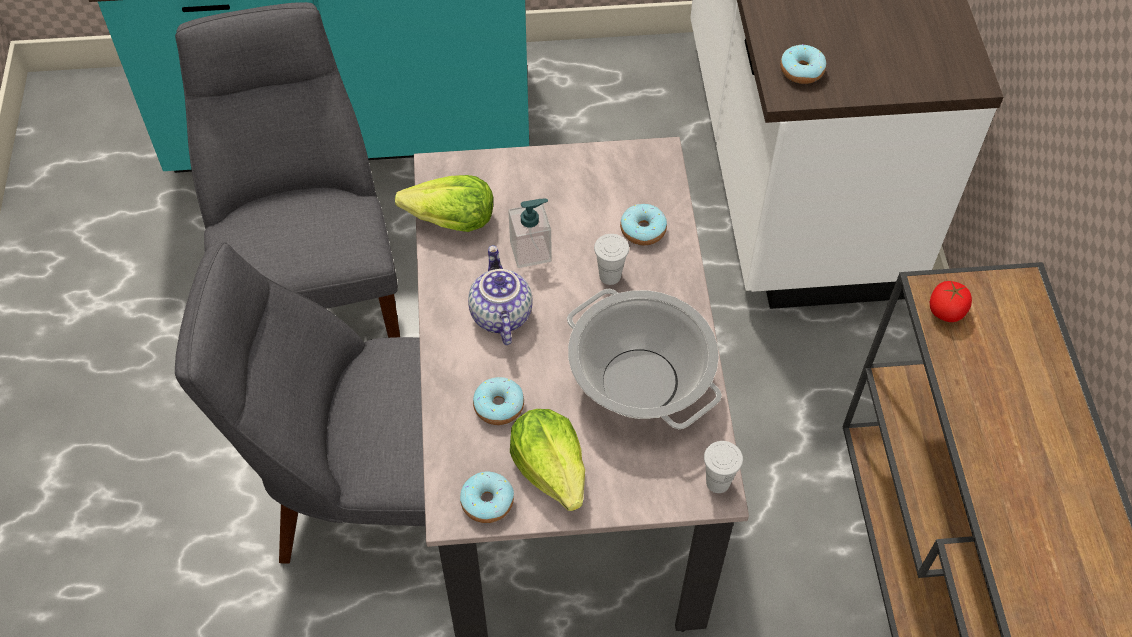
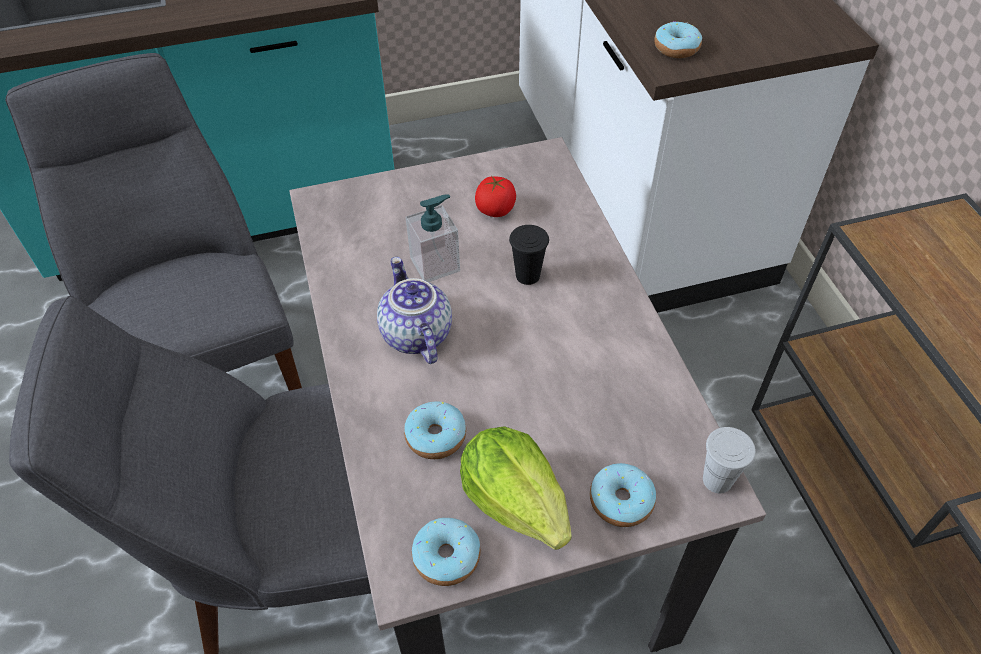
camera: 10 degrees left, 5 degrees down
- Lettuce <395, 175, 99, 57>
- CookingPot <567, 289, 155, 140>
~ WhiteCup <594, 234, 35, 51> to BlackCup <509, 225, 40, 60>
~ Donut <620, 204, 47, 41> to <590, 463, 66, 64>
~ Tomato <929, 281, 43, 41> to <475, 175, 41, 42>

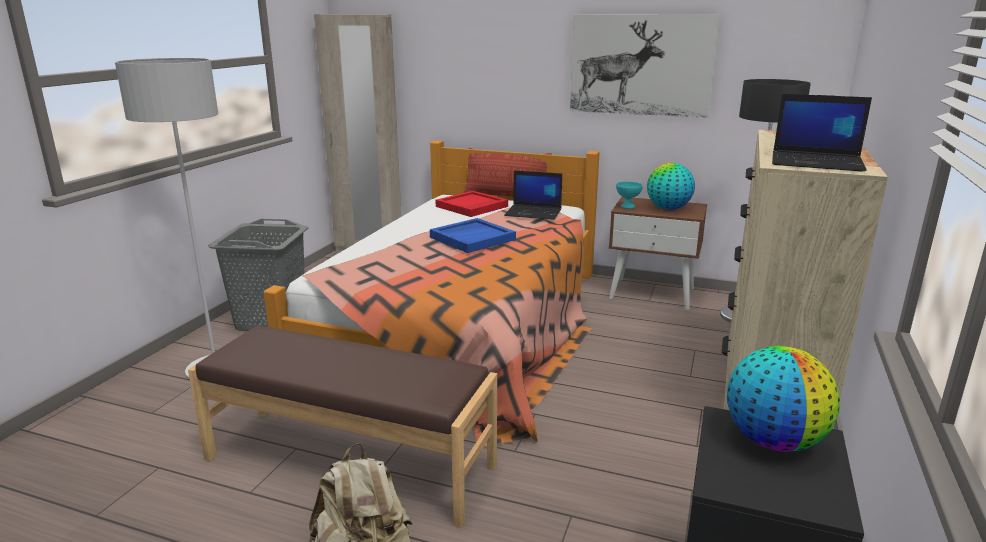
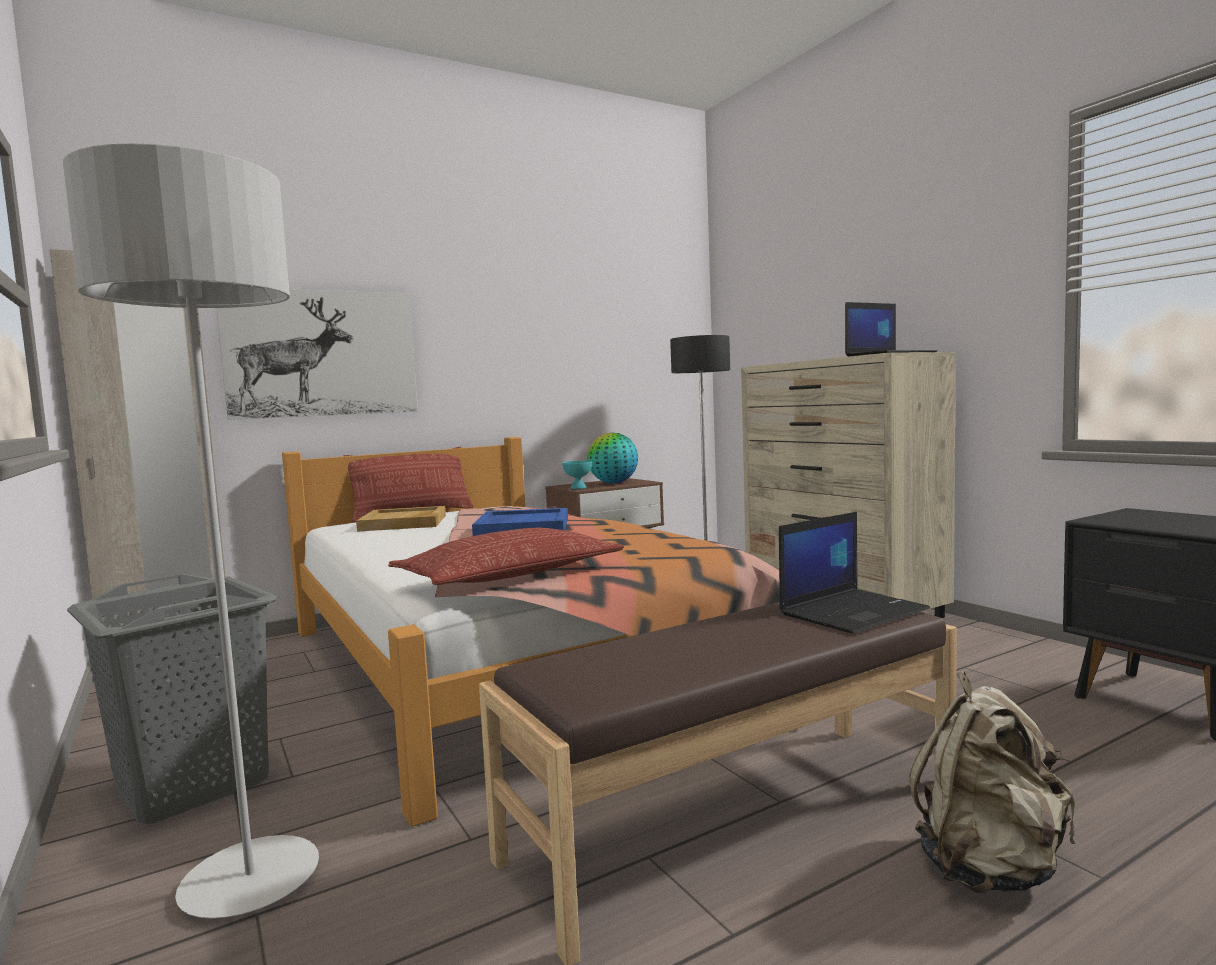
camera: 50 degrees left, 15 degrees down
~ RedTray <435, 191, 73, 26> to BeigeTray <356, 506, 90, 26>
~ Laptop <504, 171, 59, 49> to <779, 512, 151, 122>
~ Picture <570, 14, 150, 104> to <216, 289, 202, 131>
- Globe <727, 346, 113, 106>
+ Pillow <388, 528, 236, 57>

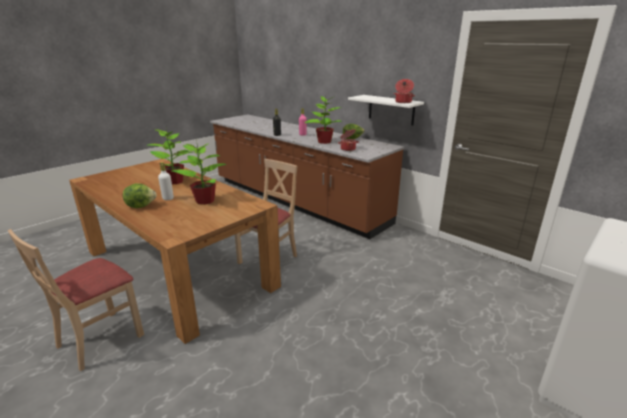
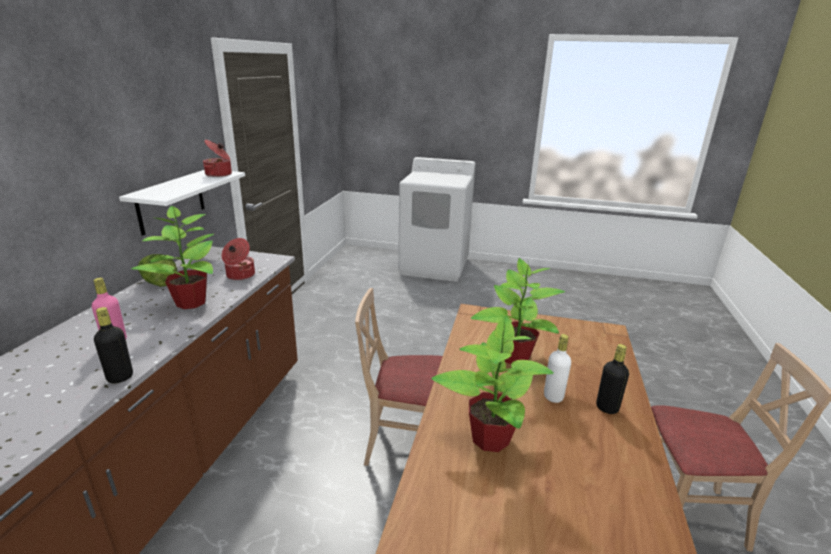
camera: 120 degrees left, 0 degrees up
~ Lettuce <123, 183, 34, 25> to BlackBottle <596, 344, 33, 70>

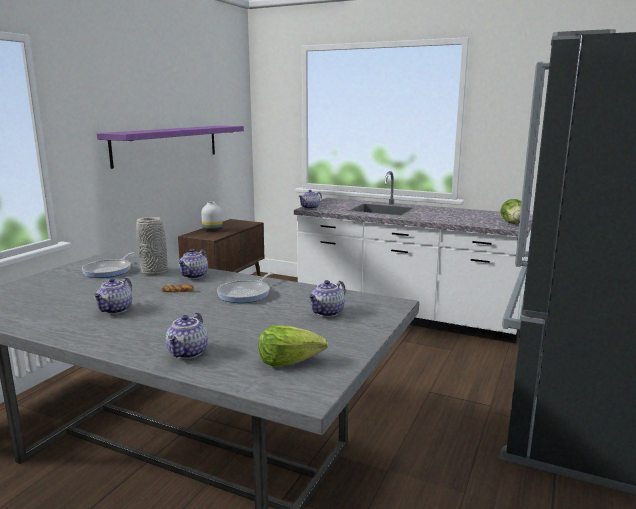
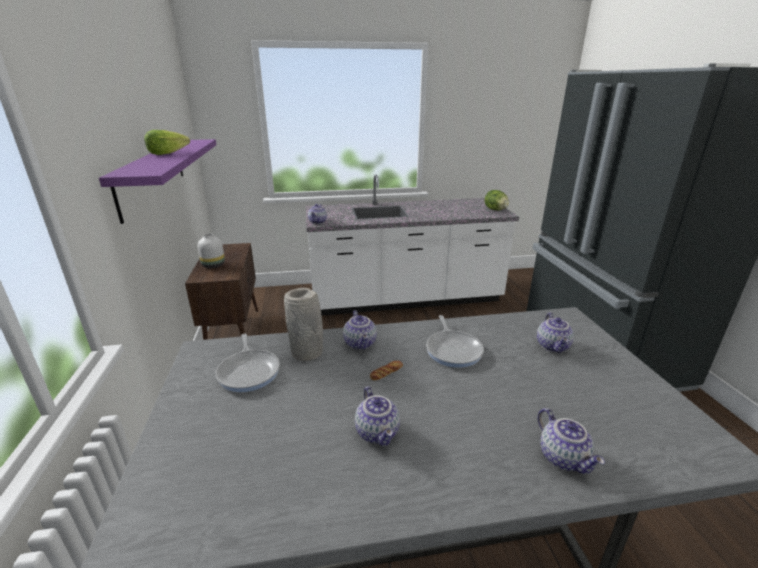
camera: 35 degrees left, 10 degrees up
~ Lettuce <259, 325, 69, 41> to <144, 130, 46, 25>

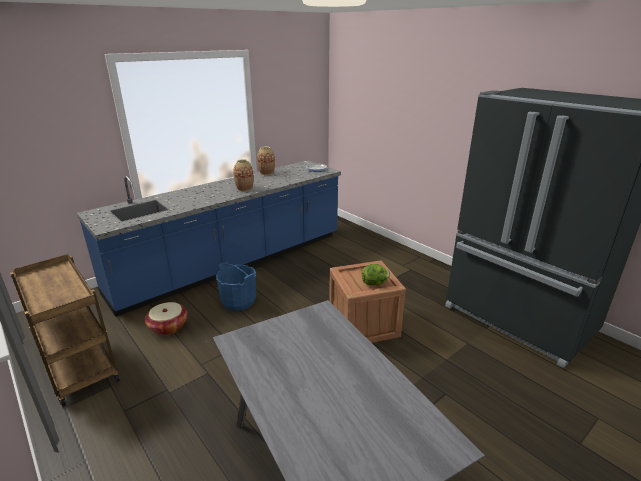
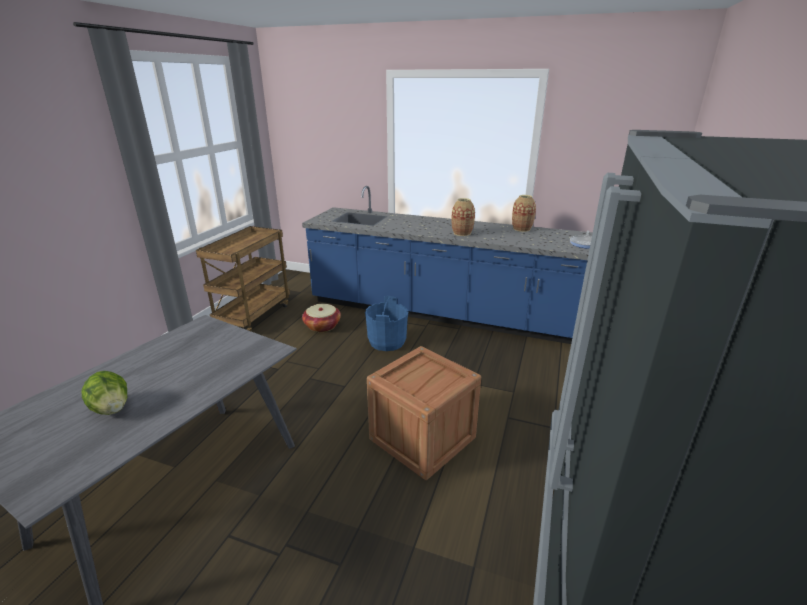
camera: 60 degrees right, 0 degrees up
~ Lettuce <362, 264, 28, 22> to <82, 371, 45, 44>

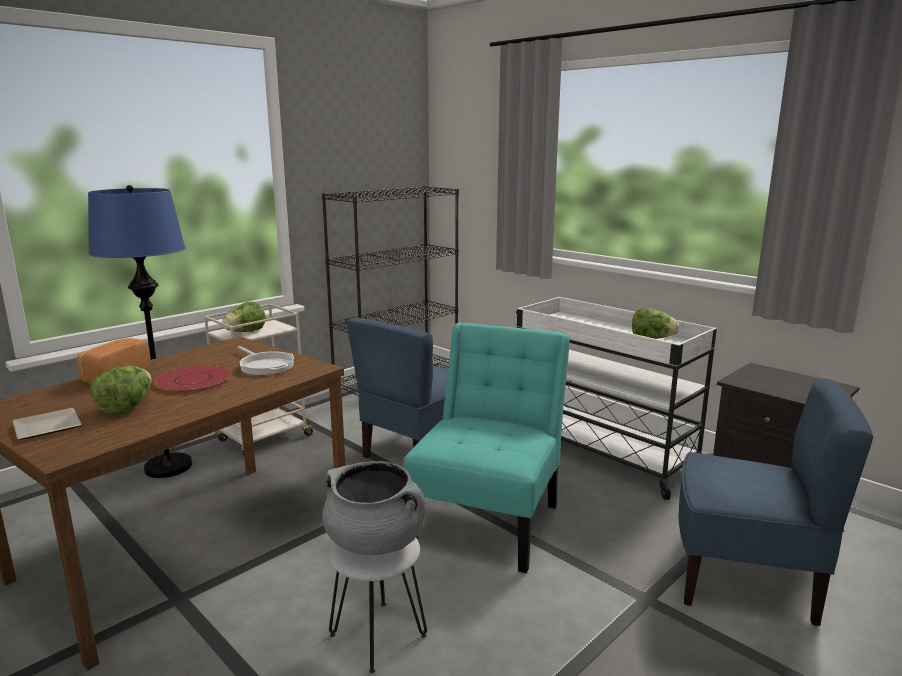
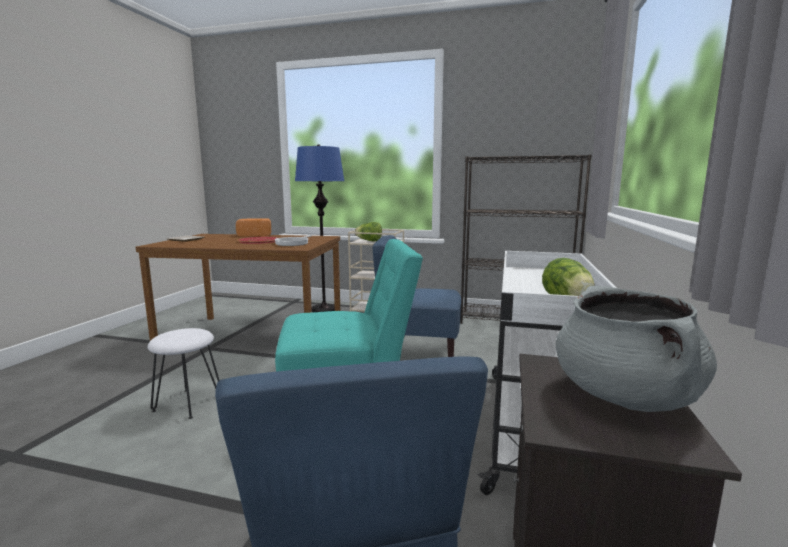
camera: 60 degrees right, 5 degrees down
- Lettuce <90, 366, 61, 49>
~ GreyCookingPot <322, 461, 104, 94> to <556, 286, 161, 126>

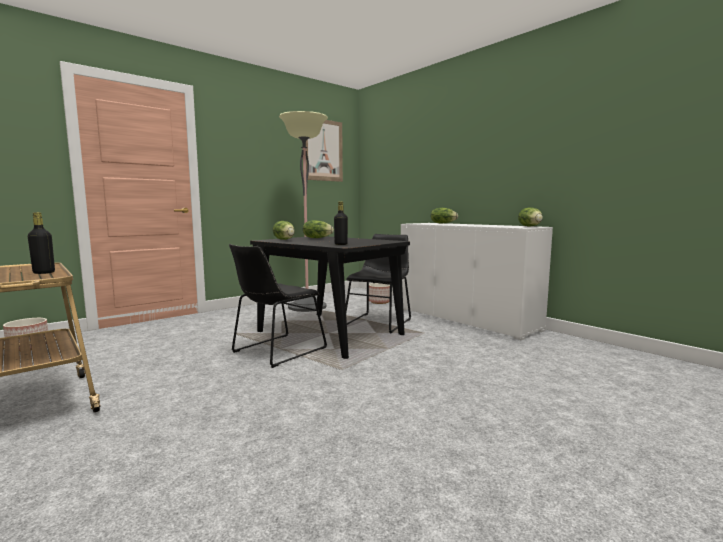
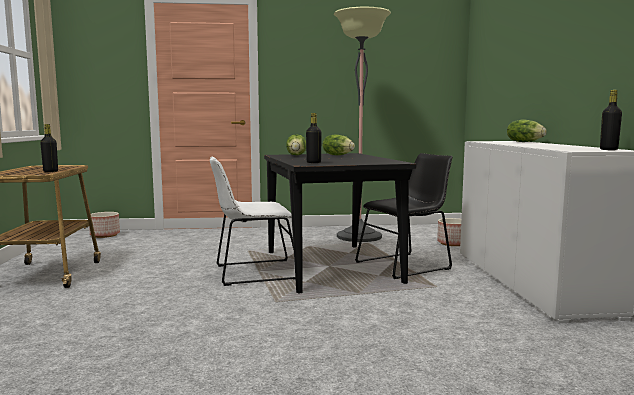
camera: 35 degrees right, 0 degrees up
~ BlackChair <229, 244, 98, 124> to WhiteChair <210, 156, 85, 130>
- Picture <306, 120, 37, 62>
~ Lettuce <518, 207, 25, 20> to BlackBottle <600, 90, 22, 60>

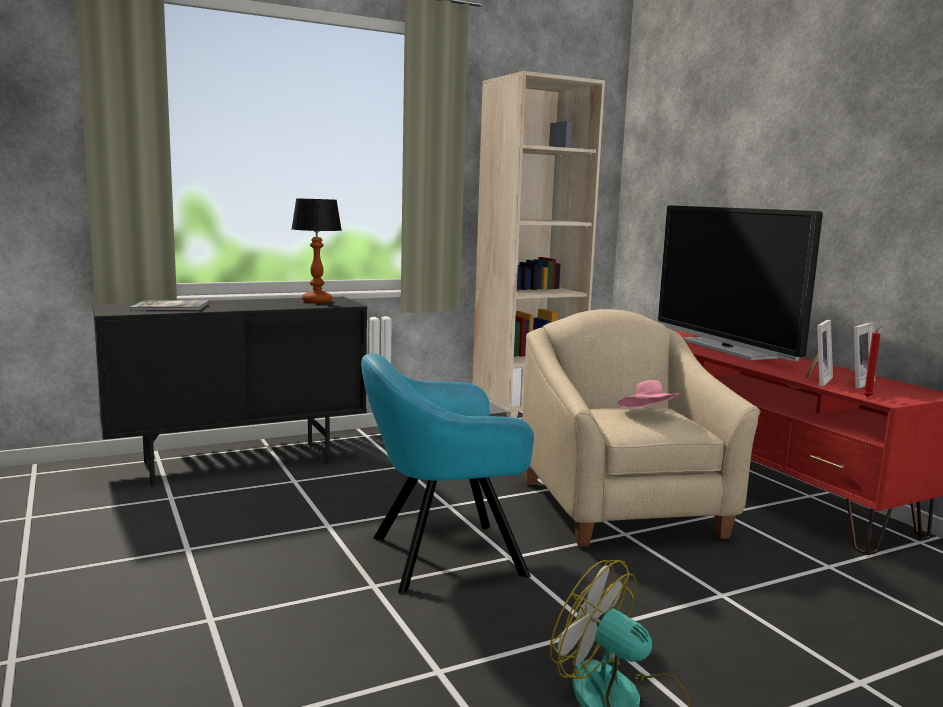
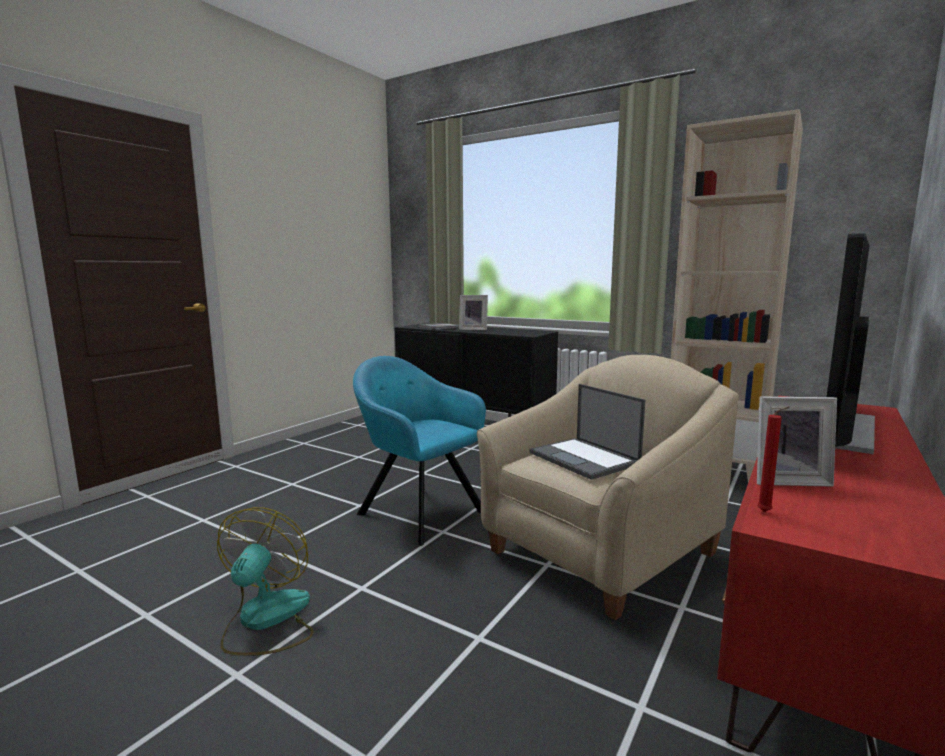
camera: 60 degrees right, 0 degrees up
- TableLamp <292, 198, 49, 105>
~ PinkHat <618, 380, 62, 28> to Laptop <530, 384, 115, 96>
~ PictureFrame <846, 322, 29, 67> to <459, 295, 29, 35>

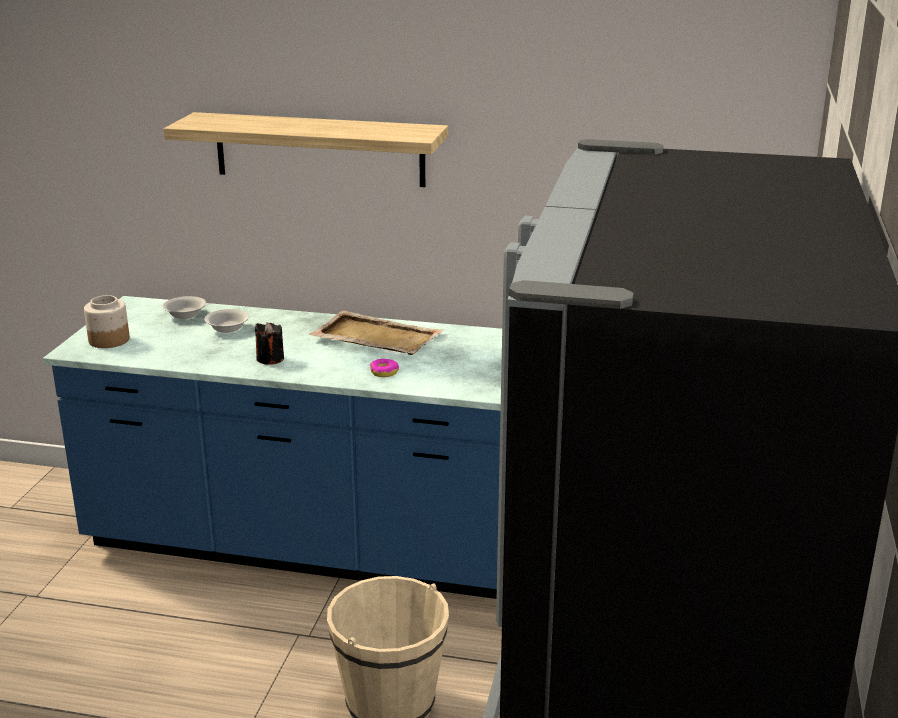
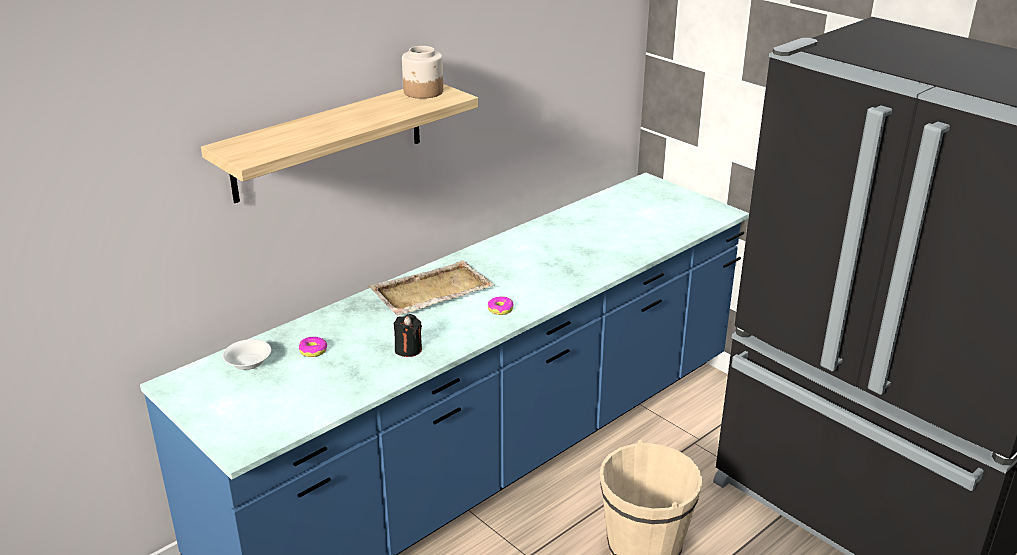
camera: 55 degrees left, 5 degrees up
~ Jar <84, 295, 46, 53> to <402, 46, 41, 53>
~ WhiteBowl <204, 309, 45, 24> to Donut <299, 337, 28, 20>

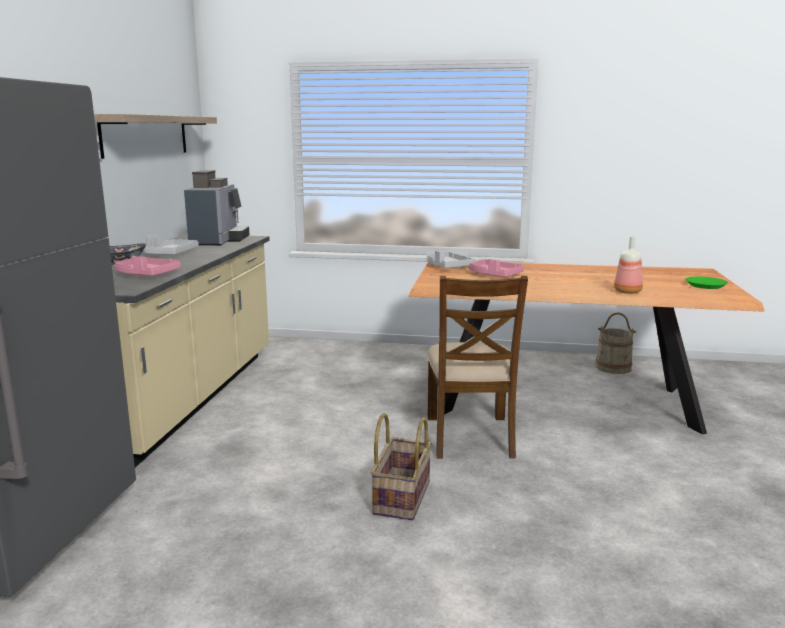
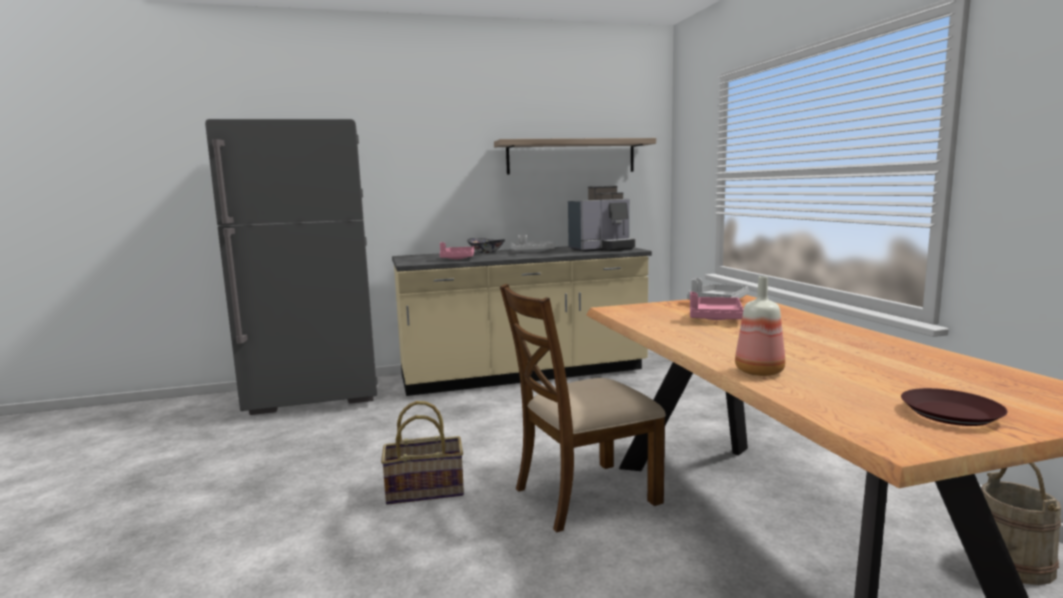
camera: 65 degrees right, 5 degrees down
~ GreenPlate <685, 277, 43, 12> to BrownPlate <901, 388, 107, 38>

